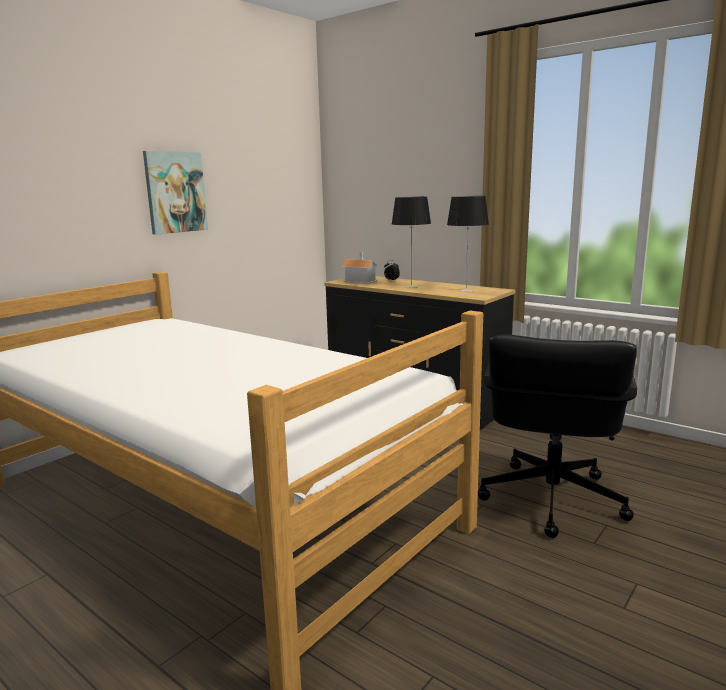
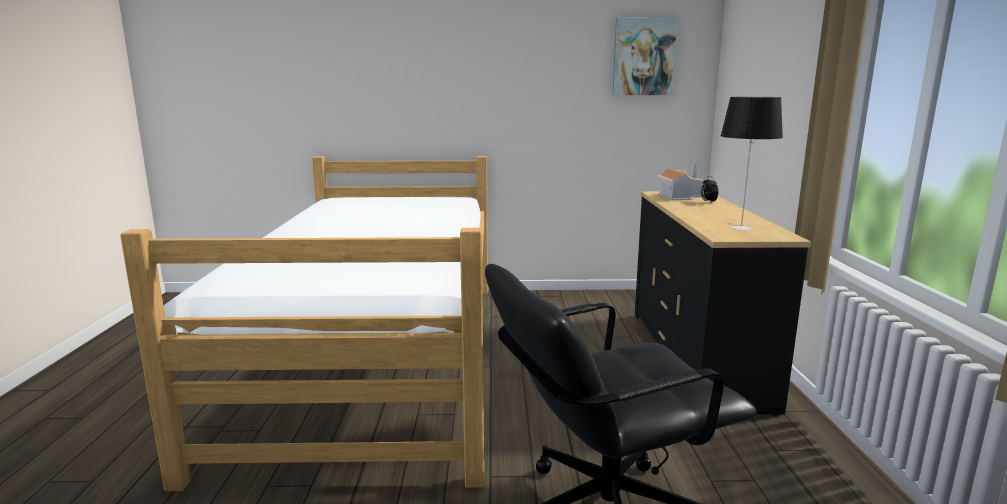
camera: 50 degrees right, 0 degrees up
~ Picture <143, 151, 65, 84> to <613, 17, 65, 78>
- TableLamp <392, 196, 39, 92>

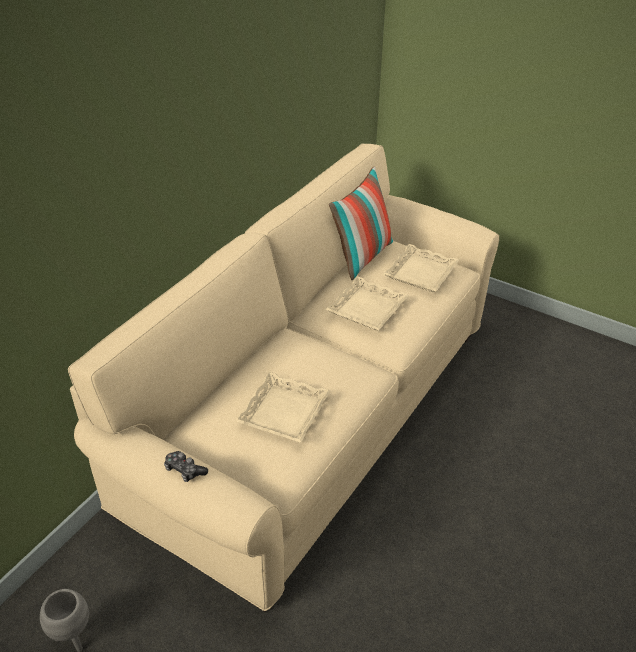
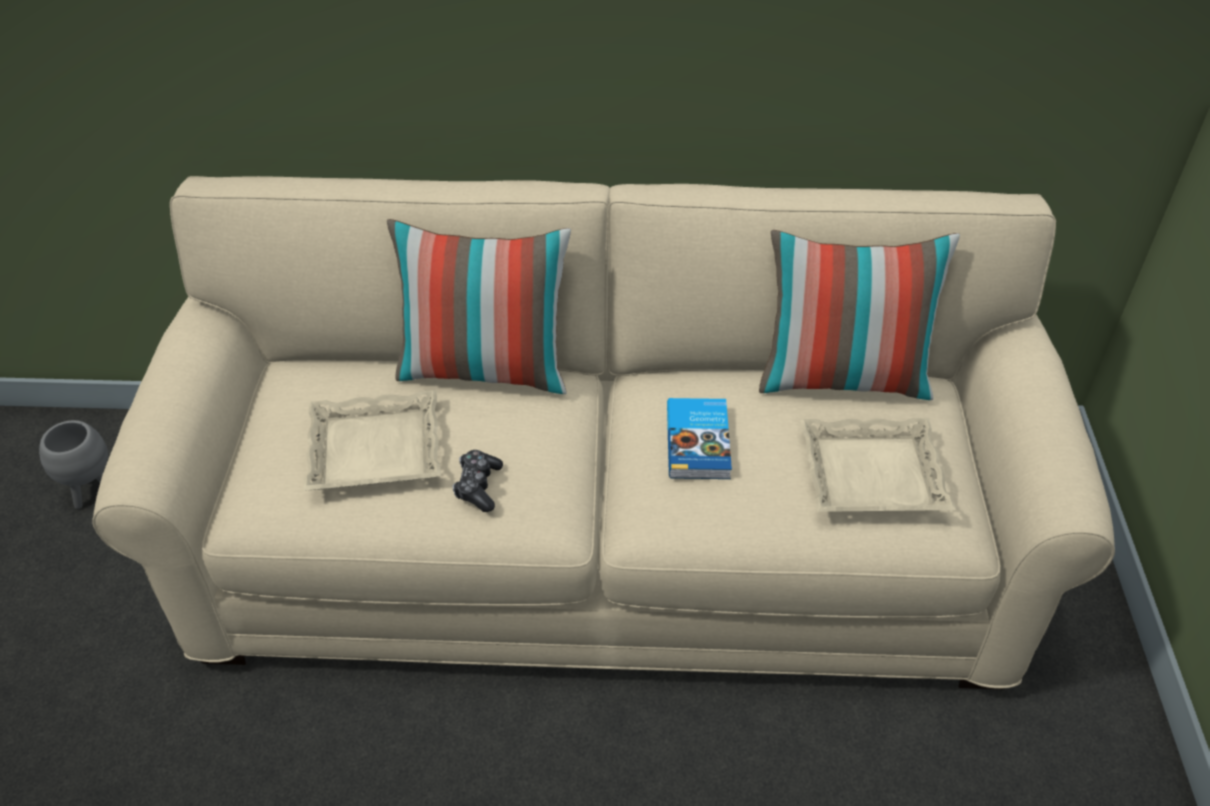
camera: 60 degrees right, 5 degrees up
~ GameController <164, 451, 44, 31> to <453, 450, 50, 62>
~ BeigeTray <325, 276, 84, 54> to Book <667, 398, 65, 81>
+ Pillow <387, 219, 184, 175>

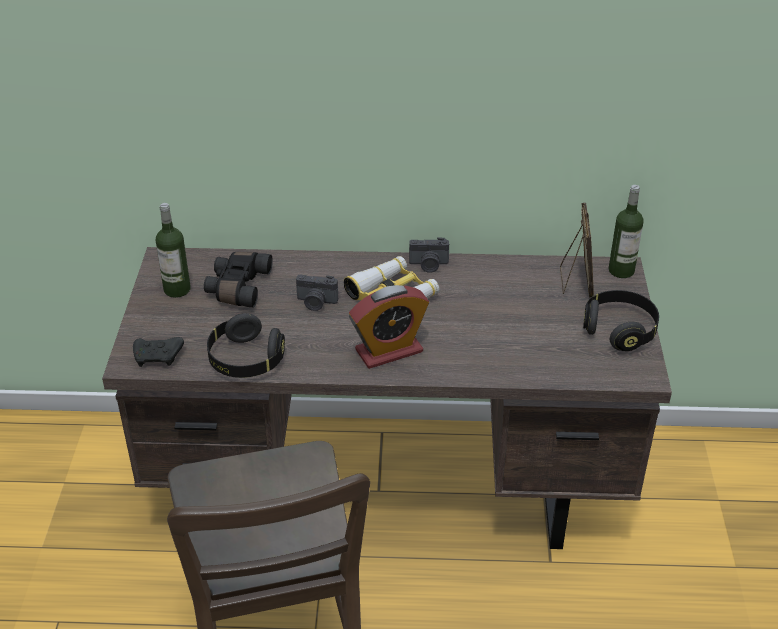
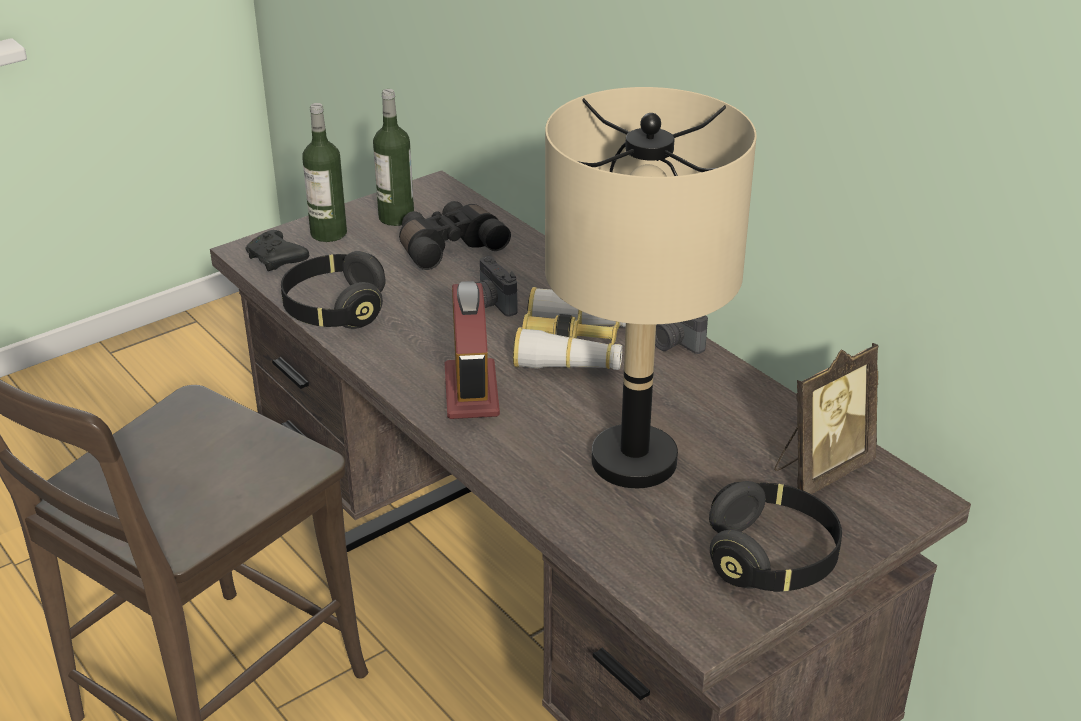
camera: 50 degrees right, 5 degrees down
~ AlarmClock <349, 285, 80, 84> = <445, 281, 55, 138> 120 degrees counterclockwise
~ Bottle <608, 185, 36, 93> to <302, 103, 45, 139>
+ BeigeTableLamp <545, 87, 212, 401>

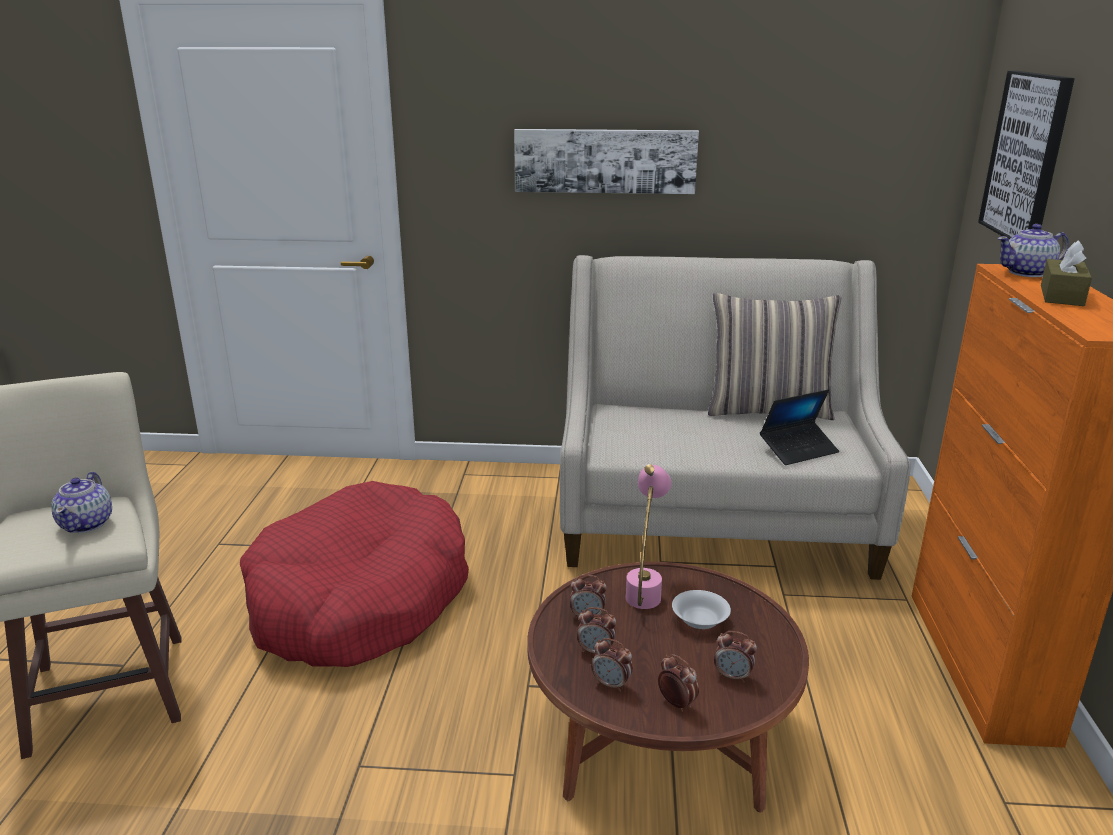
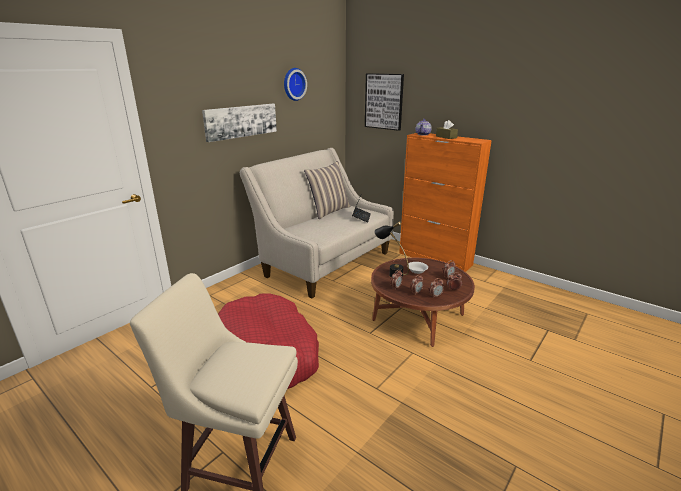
camera: 55 degrees left, 0 degrees up
- Teapot <51, 472, 61, 61>
~ PinkTableLamp <626, 464, 45, 145> to BlackTableLamp <374, 222, 35, 56>
+ WallClock <284, 68, 23, 33>

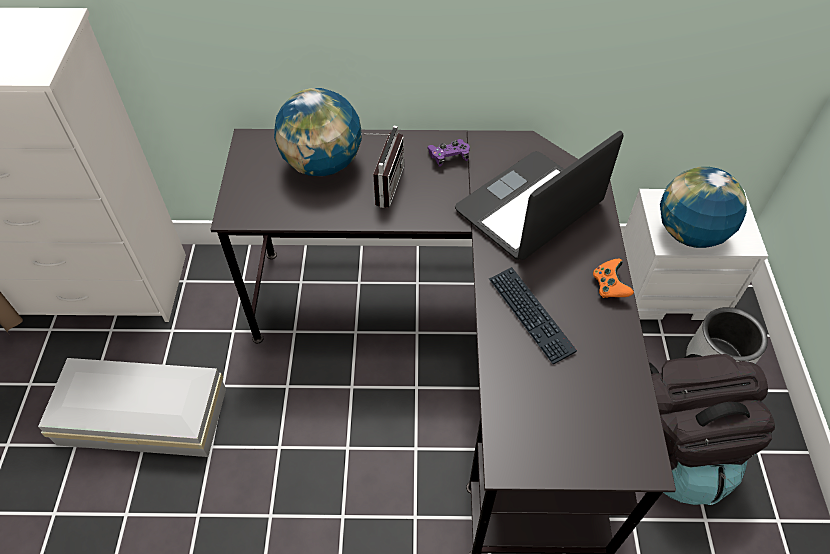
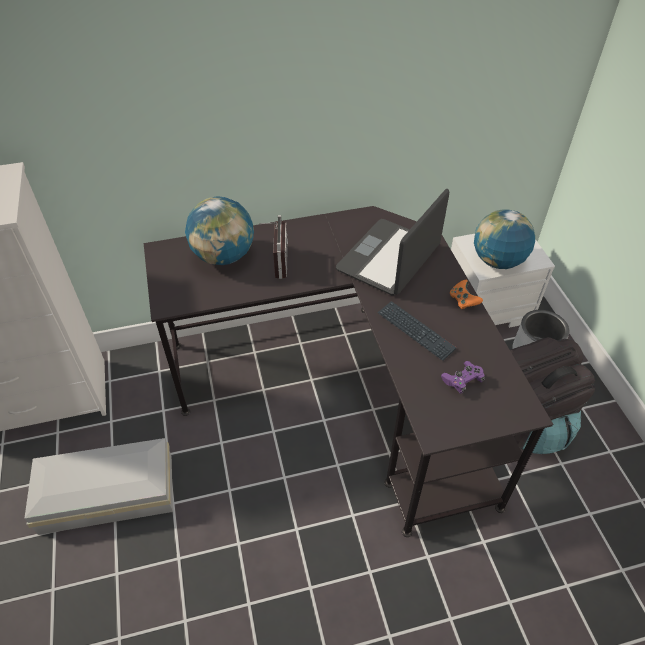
camera: 15 degrees left, 5 degrees down
~ PurpleGameController <427, 139, 43, 28> to <441, 361, 44, 33>

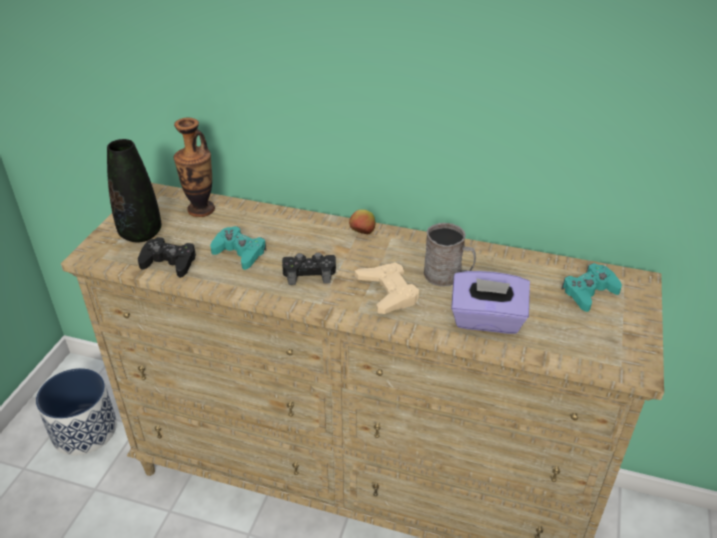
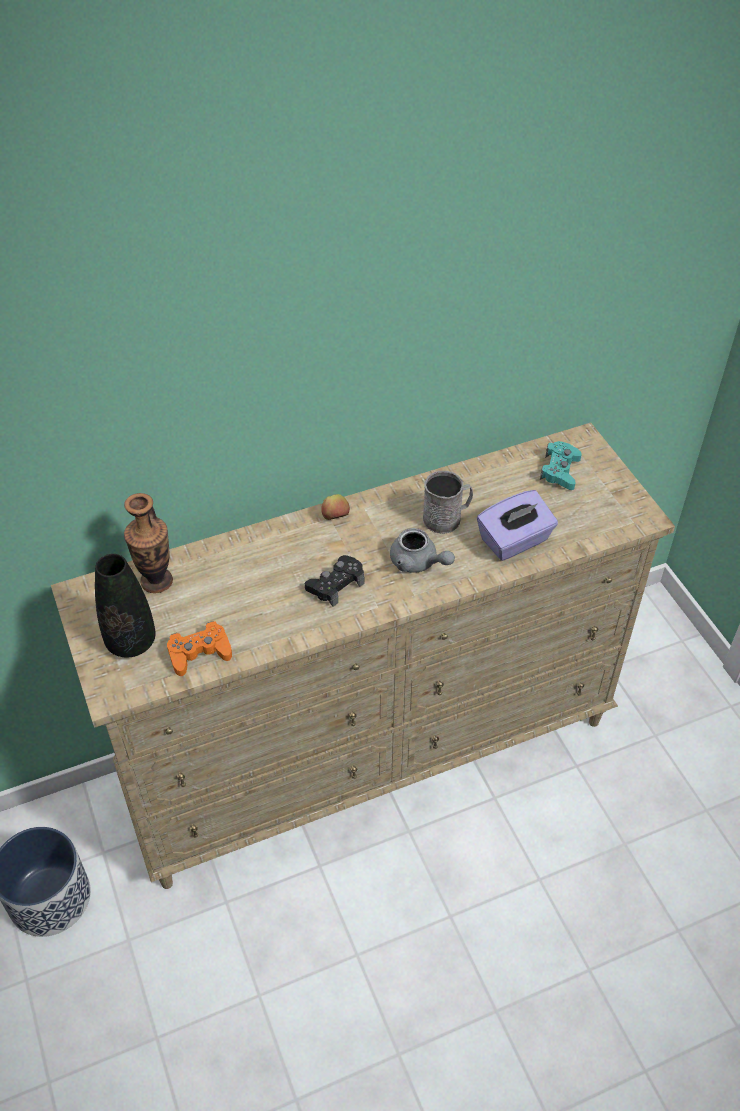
camera: 40 degrees left, 10 degrees up
~ BlackGameController <138, 237, 58, 41> to OrangeGameController <167, 621, 65, 55>
- TurquoiseGameController <210, 226, 56, 44>
~ BeigeGameController <355, 262, 64, 52> to GreyTeapot <390, 528, 65, 45>

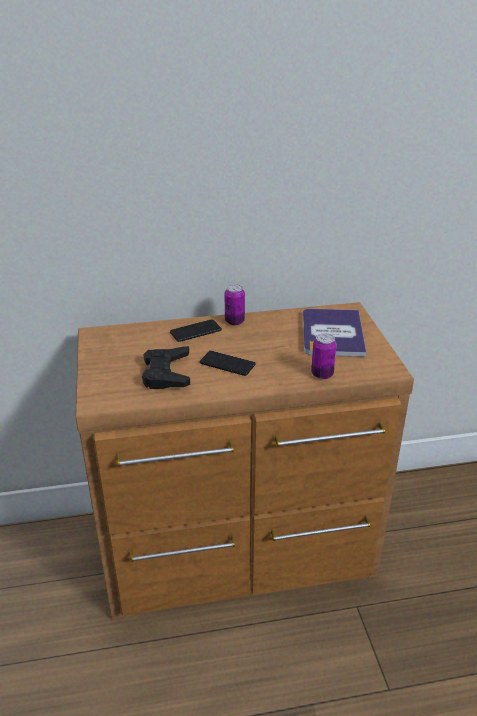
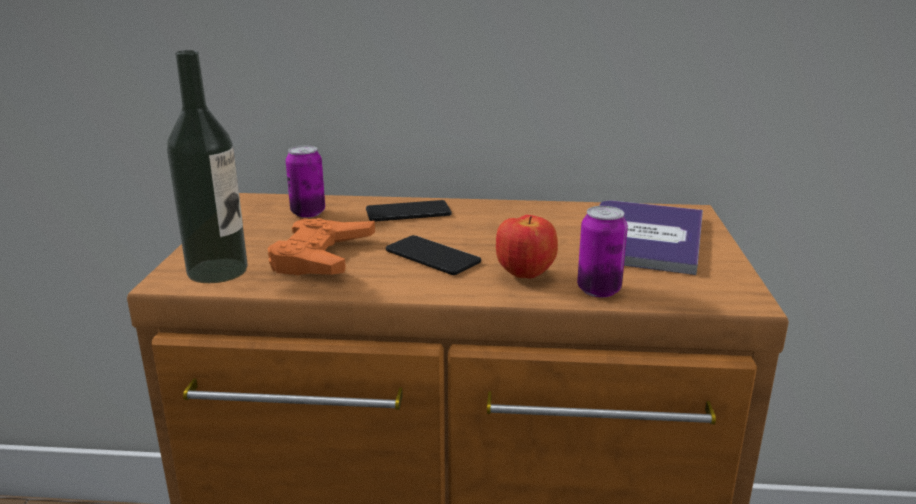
camera: 15 degrees right, 10 degrees down
~ BlackGameController <142, 346, 48, 43> to OrangeGameController <268, 218, 107, 57>
~ Can <225, 284, 20, 41> to <286, 146, 39, 72>
+ Bottle <167, 50, 81, 233>
+ Apple <496, 215, 62, 64>

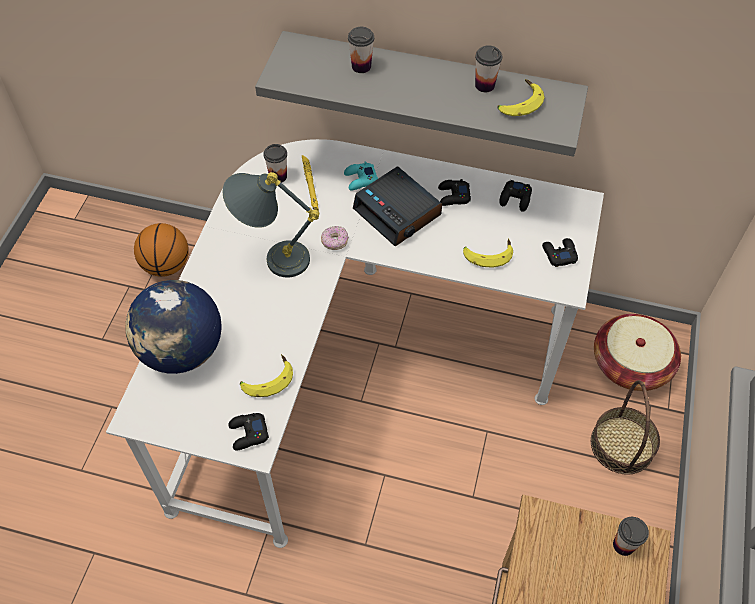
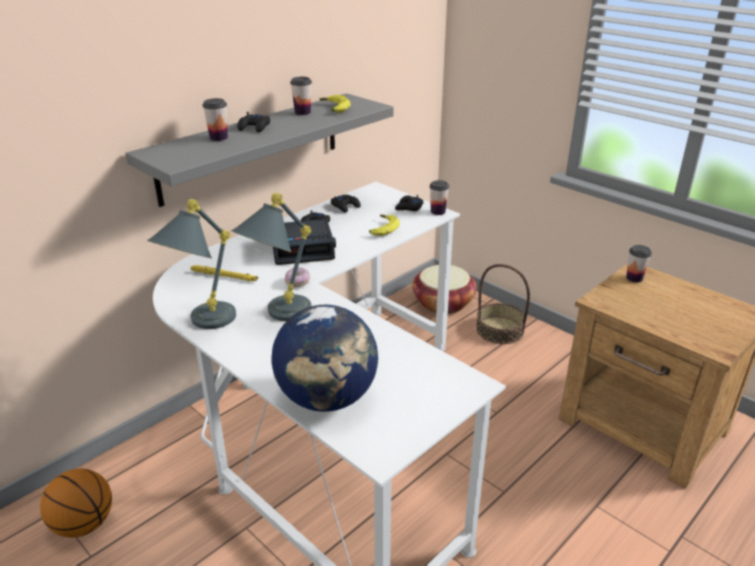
camera: 60 degrees left, 25 degrees down
~ BlackGameController <228, 413, 41, 37> to <237, 112, 33, 20>
- Banana <240, 354, 53, 43>
~ Cup <263, 144, 24, 39> to <430, 180, 19, 35>
- TurquoiseGameController <344, 161, 34, 30>
+ GreyTableLamp <147, 199, 89, 130>

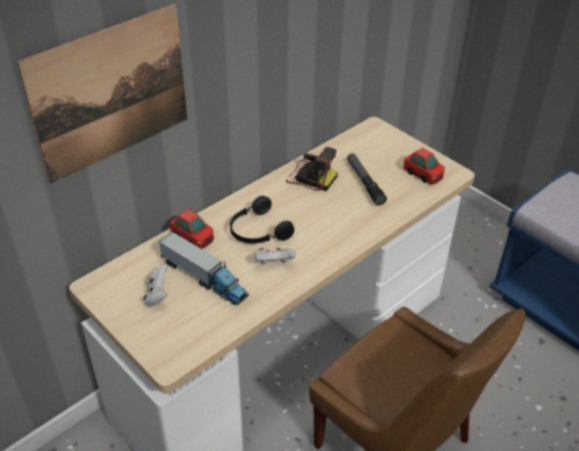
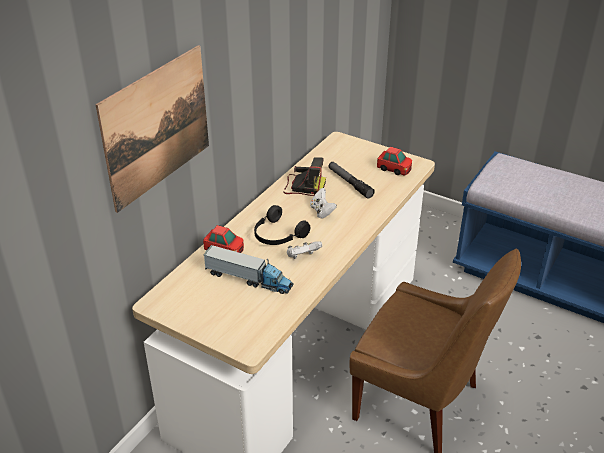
camera: 15 degrees left, 5 degrees down
~ WhiteGameController <143, 264, 25, 42> to <310, 188, 27, 31>

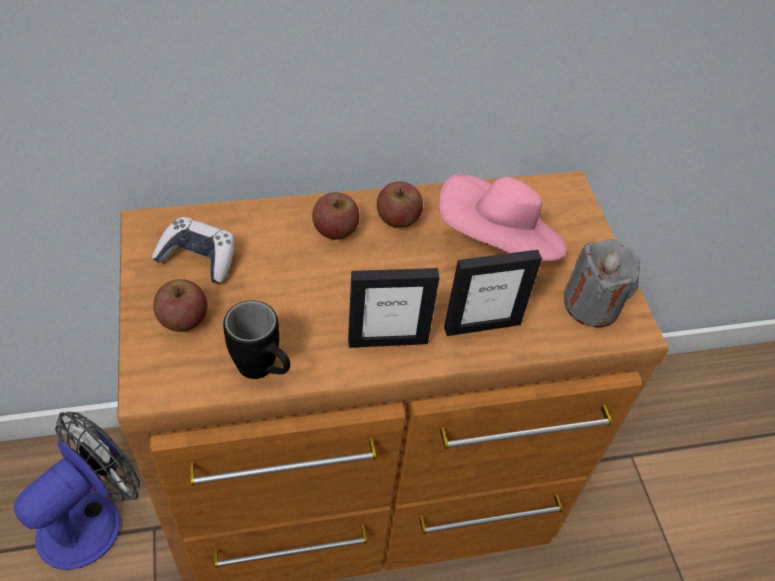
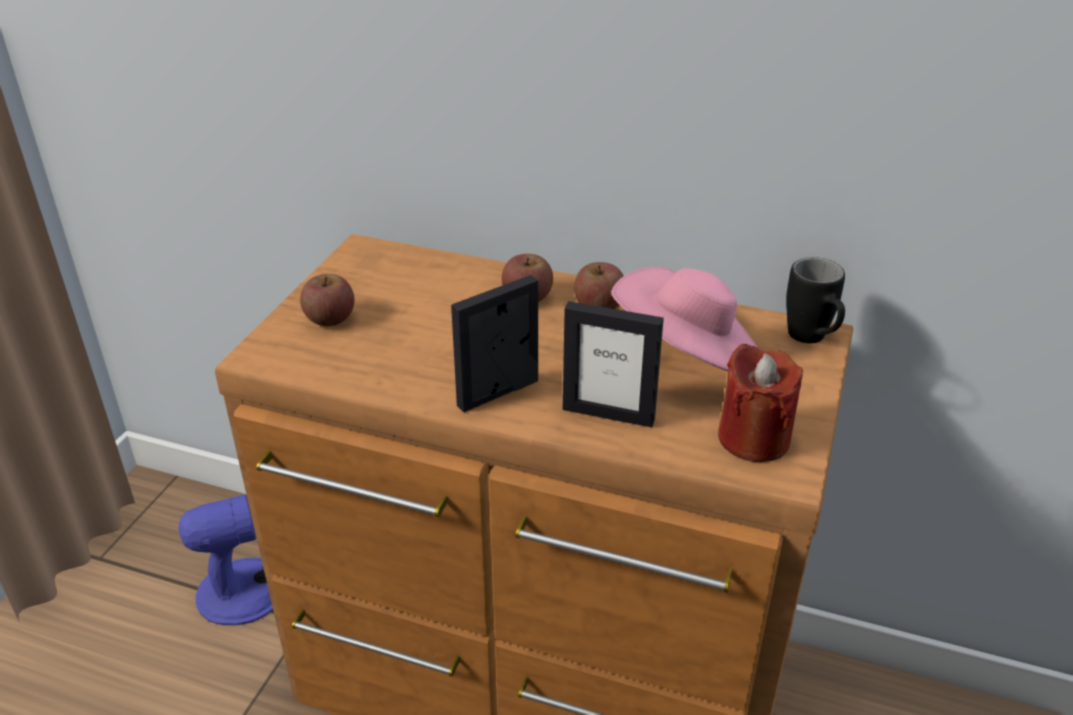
camera: 35 degrees right, 15 degrees down
- GameController <152, 217, 83, 66>
~ BlackMug <223, 300, 67, 79> to <786, 257, 59, 86>
~ PictureFrame <348, 268, 92, 80> = <451, 275, 87, 137> 120 degrees clockwise
~ GreyCandle <564, 239, 76, 89> to RedCandle <718, 344, 85, 118>

